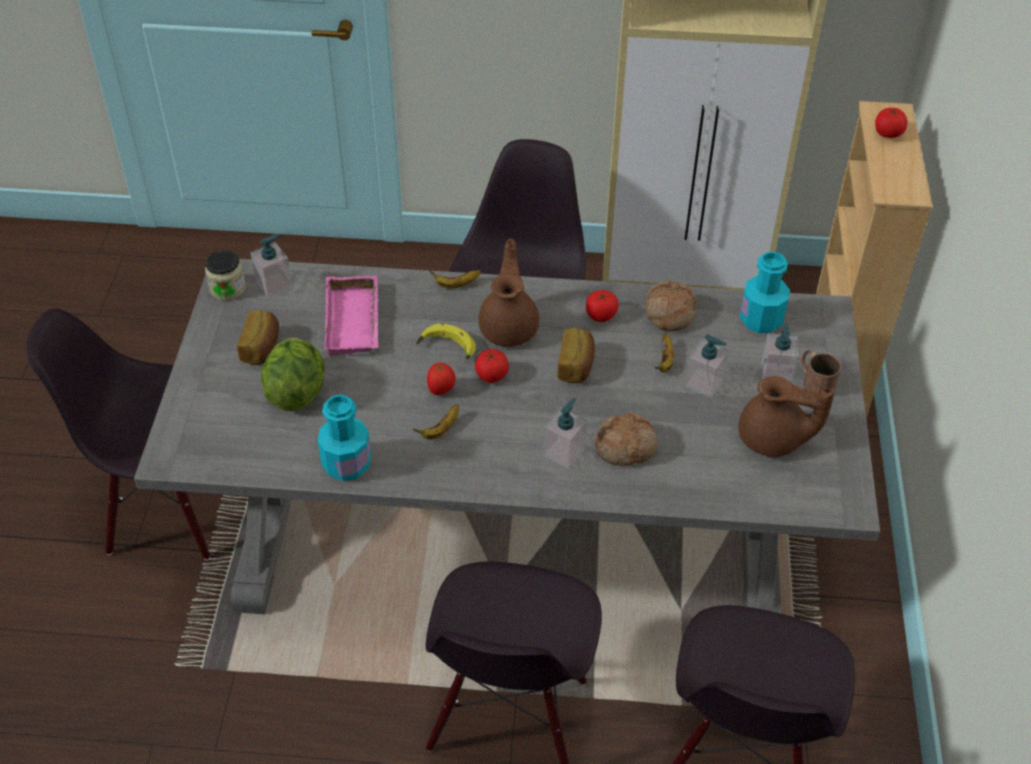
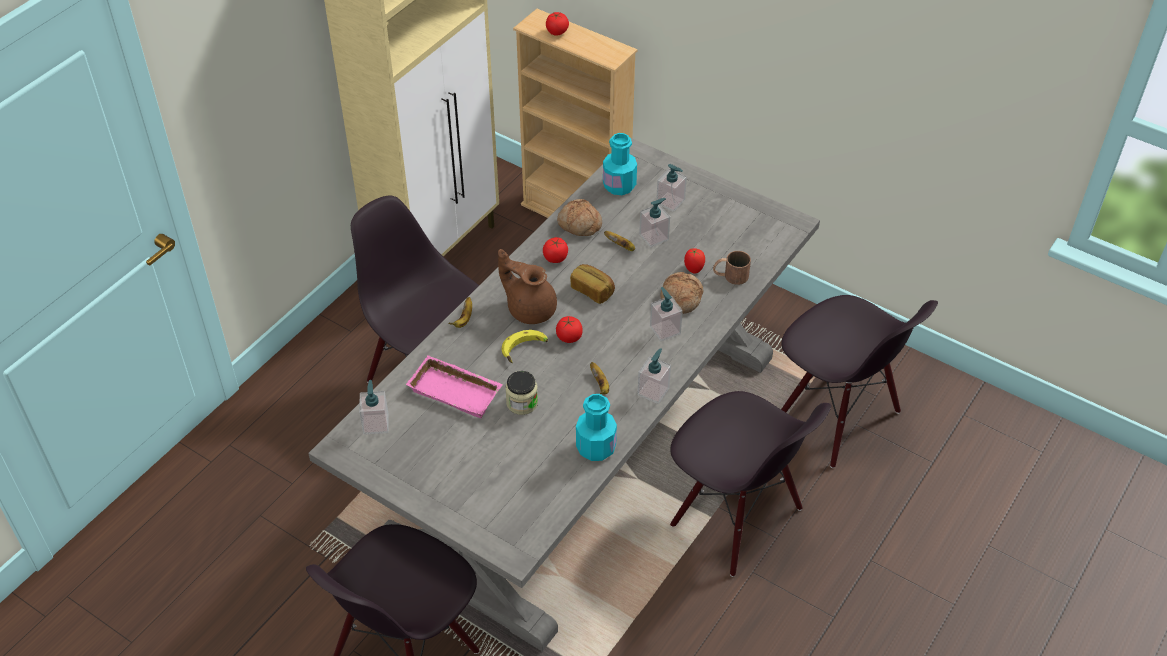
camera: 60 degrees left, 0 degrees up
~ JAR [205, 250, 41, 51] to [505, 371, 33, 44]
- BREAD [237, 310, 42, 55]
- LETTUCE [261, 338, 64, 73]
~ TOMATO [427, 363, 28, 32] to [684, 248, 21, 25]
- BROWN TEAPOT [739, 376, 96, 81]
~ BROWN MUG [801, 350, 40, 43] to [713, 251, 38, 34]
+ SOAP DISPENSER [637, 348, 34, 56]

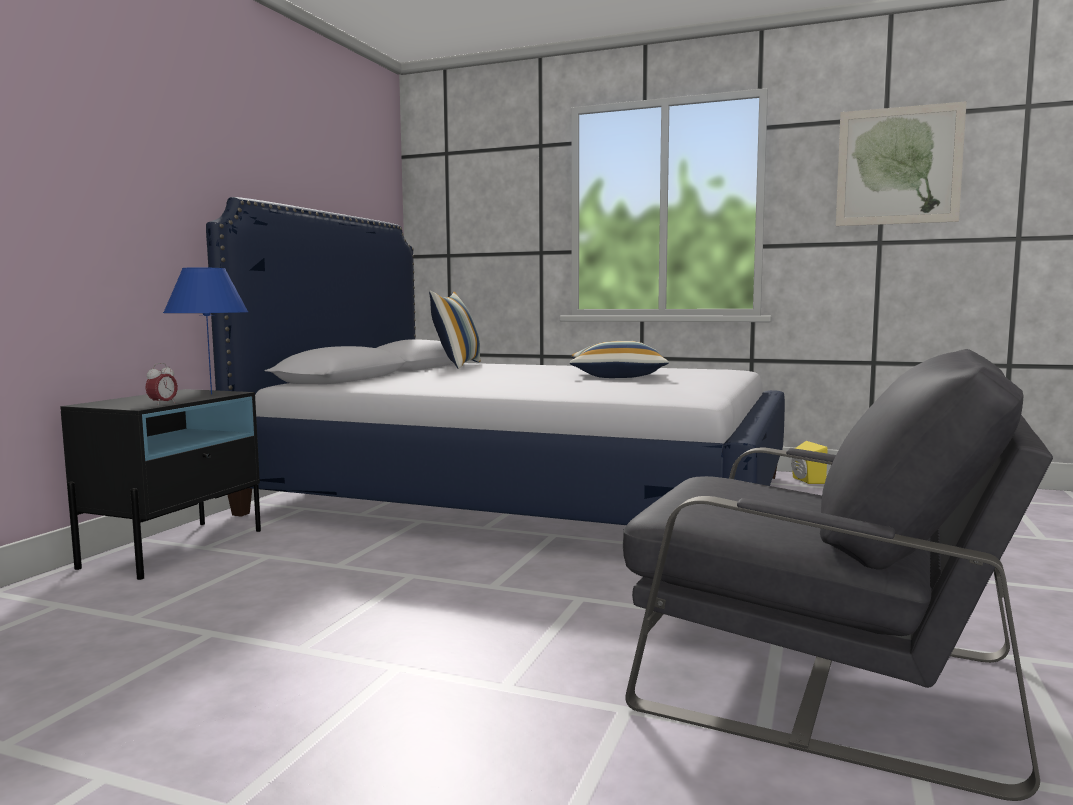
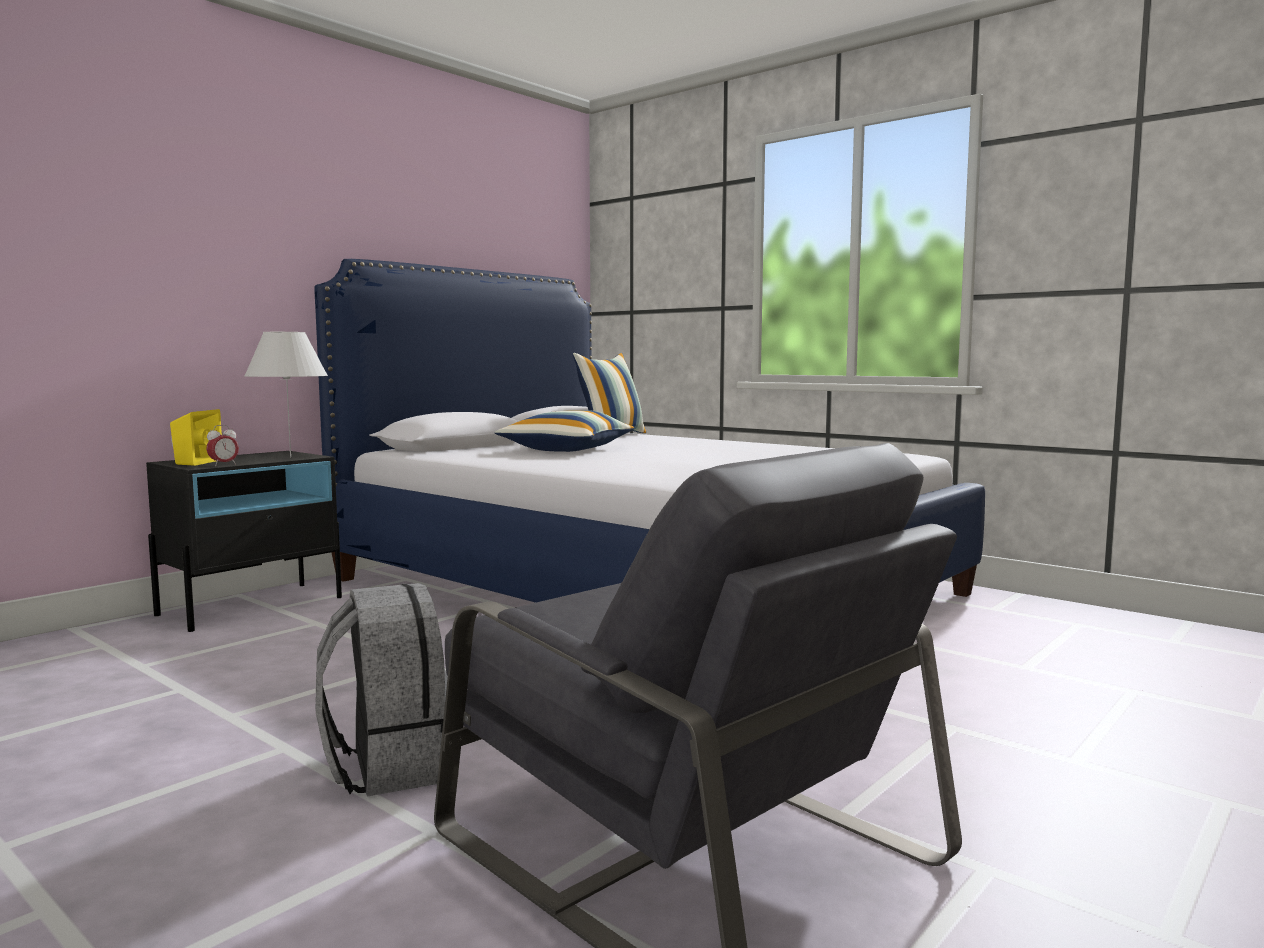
camera: 20 degrees right, 0 degrees up
~ BLUE TABLE LAMP [163, 267, 85, 128] to WHITE TABLE LAMP [244, 332, 84, 125]
~ PILLOW [570, 341, 99, 37] to [494, 410, 141, 42]
~ YELLOW SPEAKER [791, 441, 37, 43] to [170, 409, 52, 57]
- PICTURE [836, 101, 131, 125]
+ GREY BACKPACK [316, 583, 143, 213]

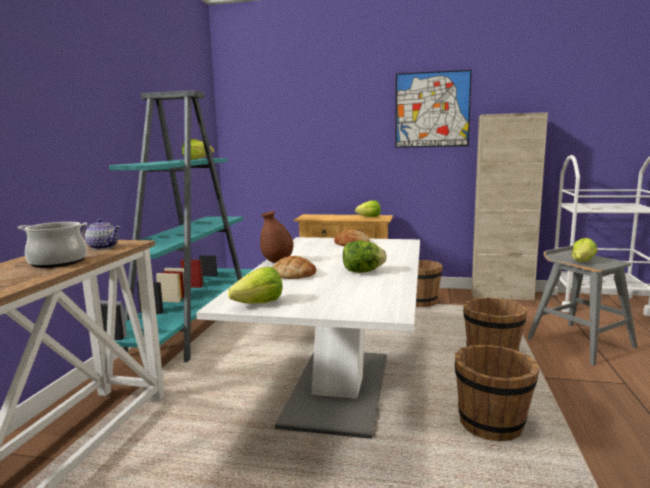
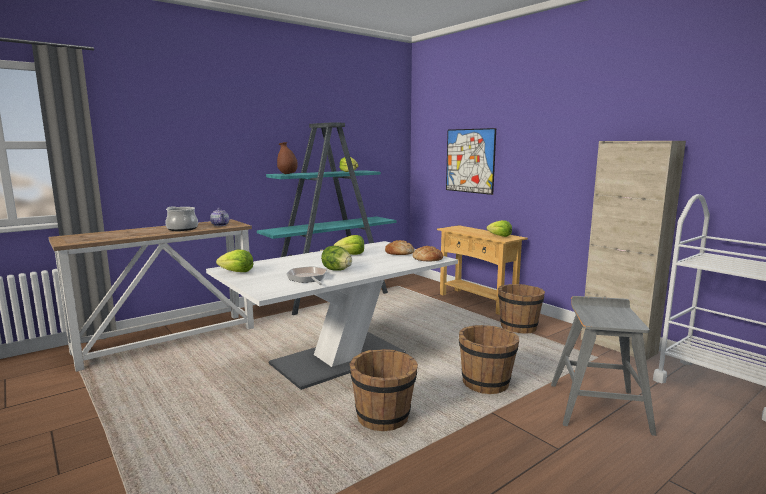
camera: 40 degrees right, 0 degrees up
~ BROWN VASE [260, 211, 33, 52] to [277, 142, 21, 32]
~ BREAD [273, 256, 43, 23] to [413, 246, 30, 15]
~ PICTURE [395, 70, 77, 78] to [446, 128, 50, 67]
~ LETTUCE [572, 238, 25, 24] to [334, 235, 30, 20]
+ FRYING PAN [286, 266, 41, 19]

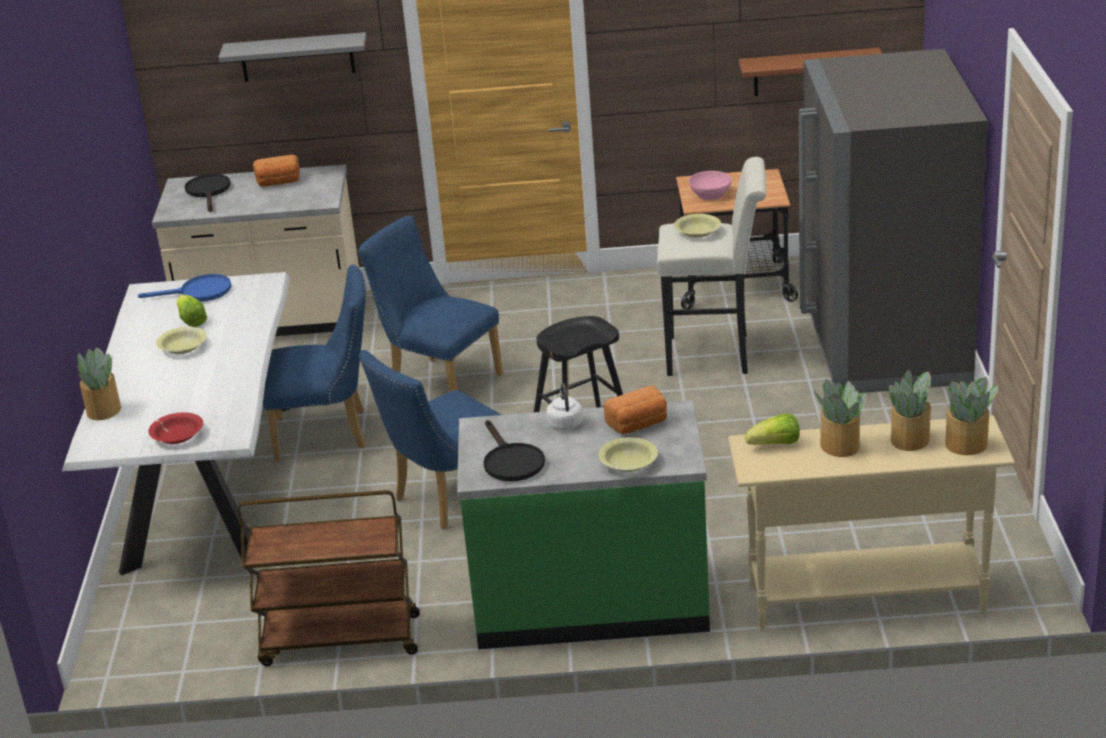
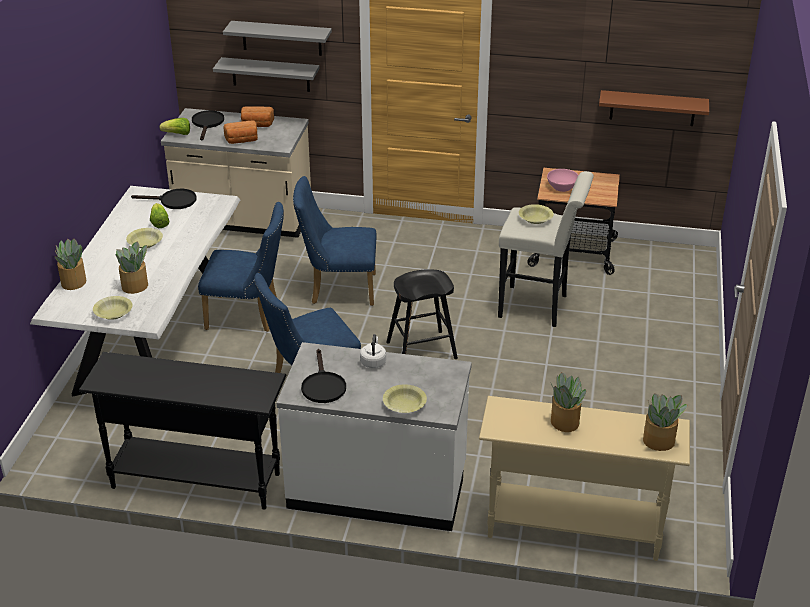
camera: 10 degrees right, 5 degrees up
~ BLUE FRYING PAN [138, 274, 93, 28] to BLACK FRYING PAN [131, 189, 66, 20]
~ RED BOWL [148, 412, 55, 32] to YELLOW BOWL [93, 296, 39, 24]
~ BROWN CART [238, 490, 182, 176] to BLACK CONSOLE TABLE [79, 352, 208, 158]
~ BLUE CHAIR [358, 215, 145, 177] = [293, 176, 84, 130] 45 degrees counterclockwise
~ GREEN COUNTER [457, 400, 253, 249] to WHITE COUNTER [276, 342, 196, 189]
~ BREAD [604, 386, 63, 48] to [223, 120, 35, 24]
~ LETTUCE [745, 413, 55, 32] to [159, 118, 31, 17]
- GREY FRIDGE [799, 49, 188, 344]
~ POTTED PLANT [889, 369, 42, 82] to [115, 242, 33, 52]
+ GREY SHELF [213, 57, 107, 35]

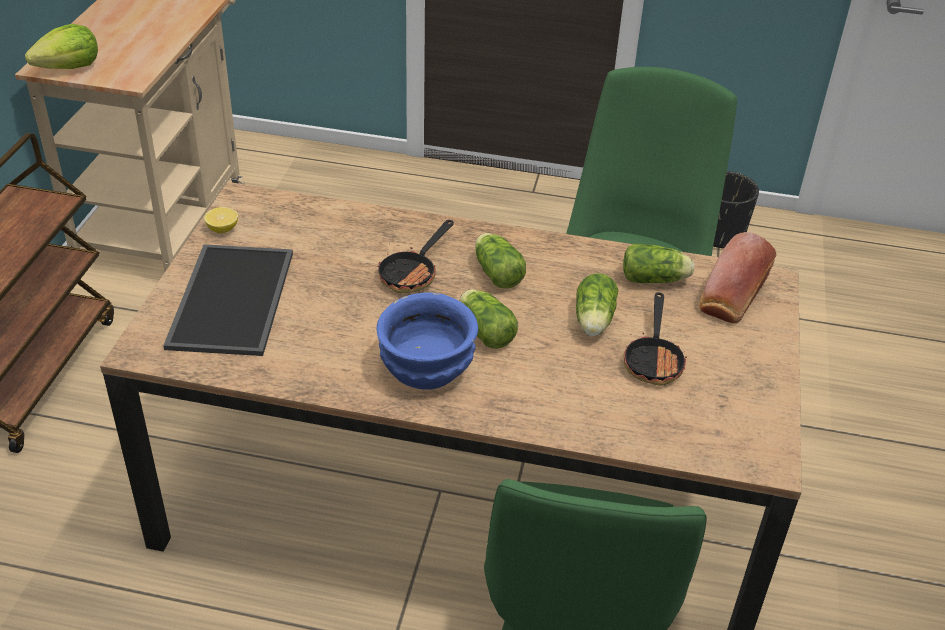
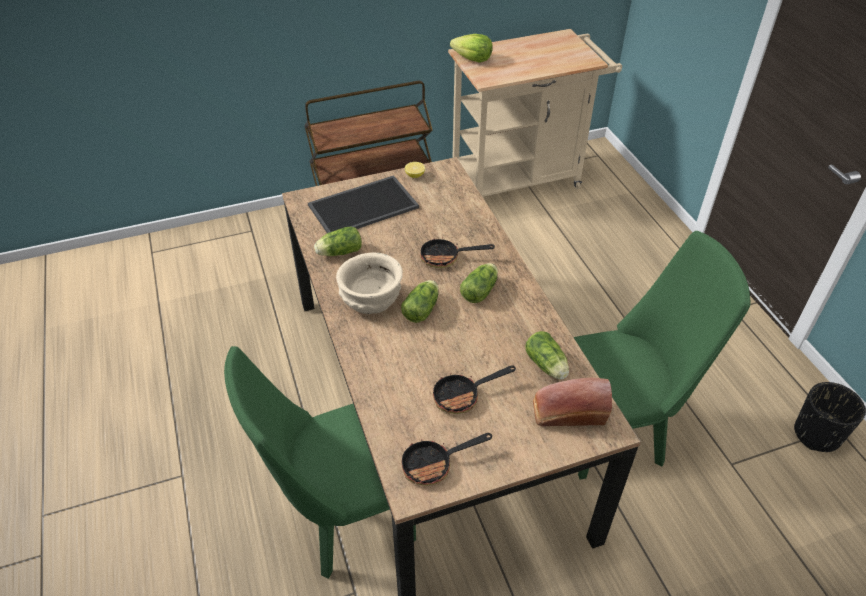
camera: 60 degrees right, 5 degrees up
~ BLUE BOWL [376, 293, 102, 97] to BEIGE BOWL [336, 253, 67, 61]
~ LETTUCE [576, 273, 42, 63] to [314, 227, 48, 29]
+ FRYING PAN [402, 433, 90, 53]

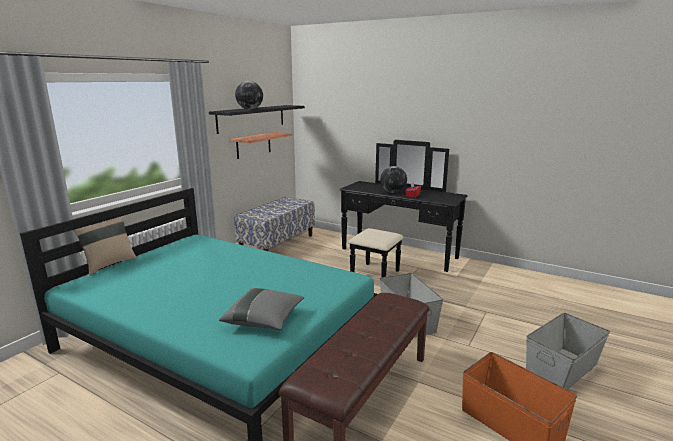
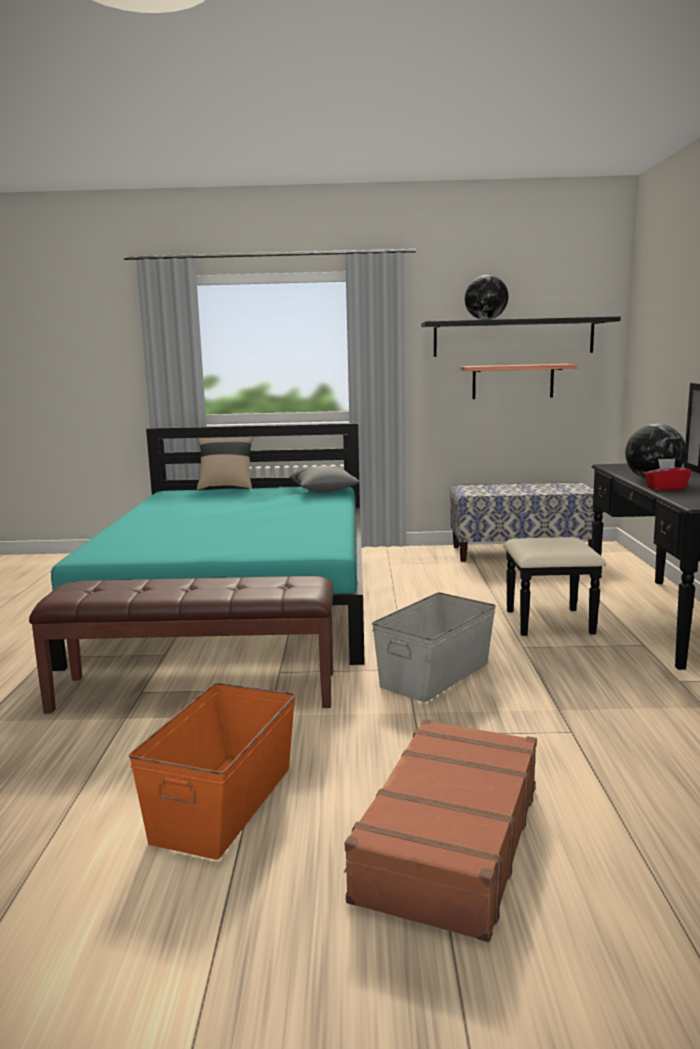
camera: 60 degrees right, 5 degrees down
~ GREY PILLOW [219, 288, 85, 42] to [290, 466, 70, 26]
~ GREY STORAGE BOX [526, 313, 84, 76] to BROWN SUITCASE [344, 719, 193, 223]

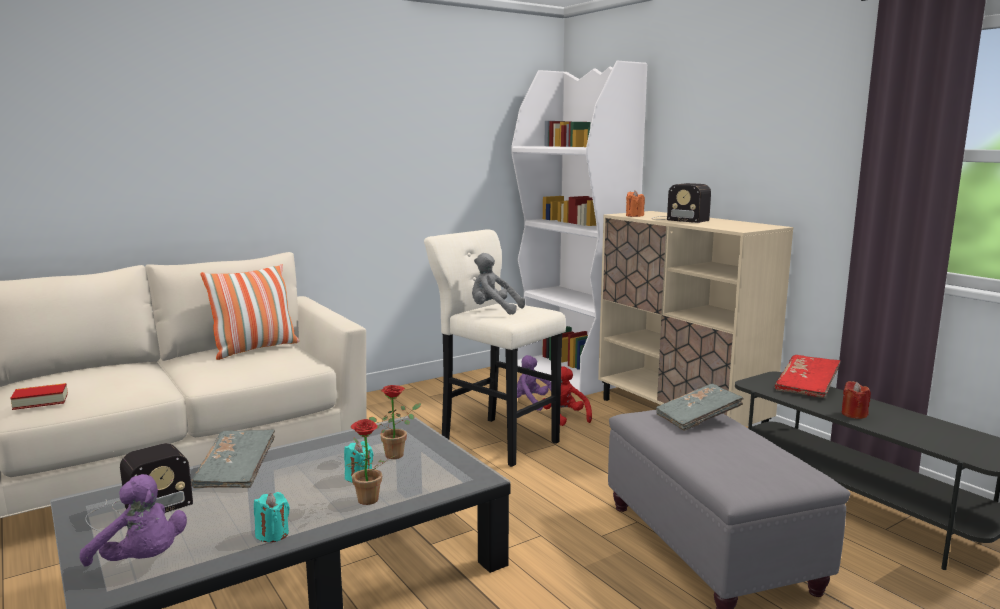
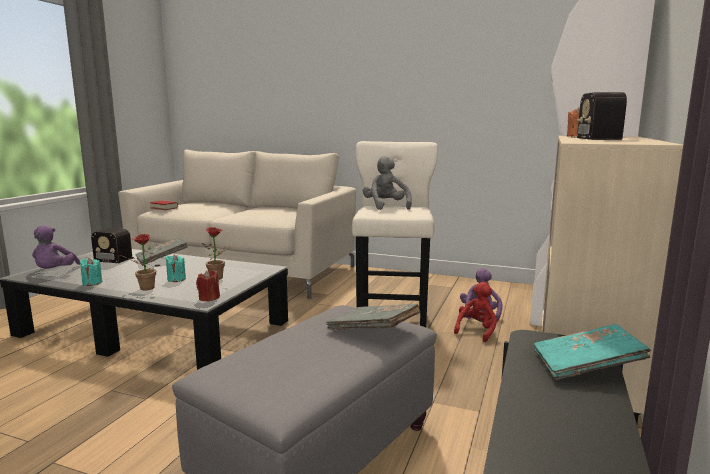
camera: 55 degrees right, 0 degrees up
- PILLOW [200, 264, 99, 96]
~ RED BOOK [774, 355, 67, 43] to TURQUOISE BOOK [534, 324, 117, 56]
~ RED CANDLE [842, 381, 29, 38] to [196, 270, 24, 31]

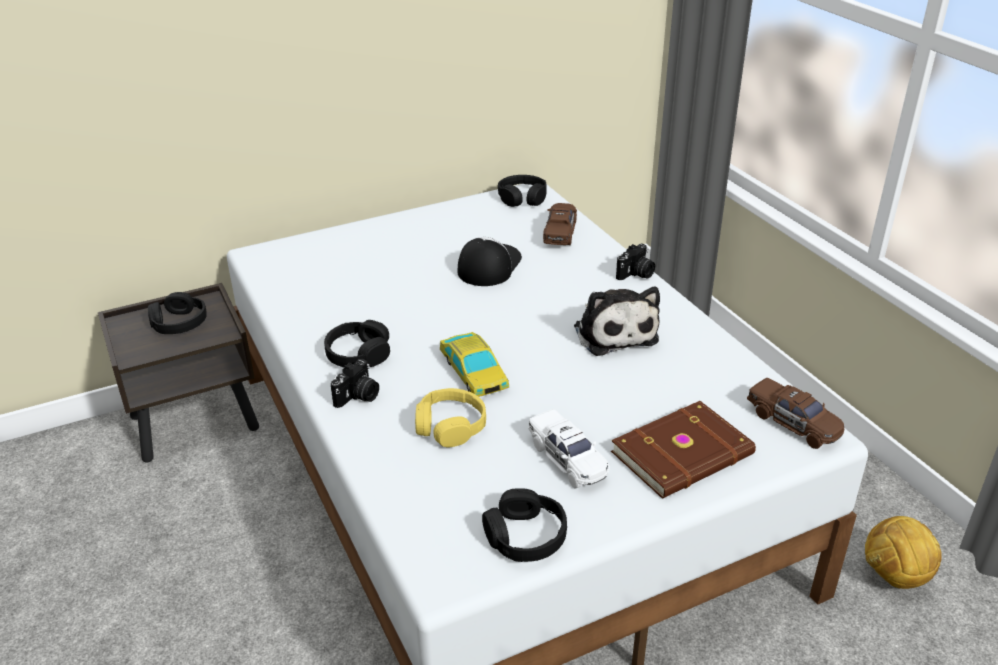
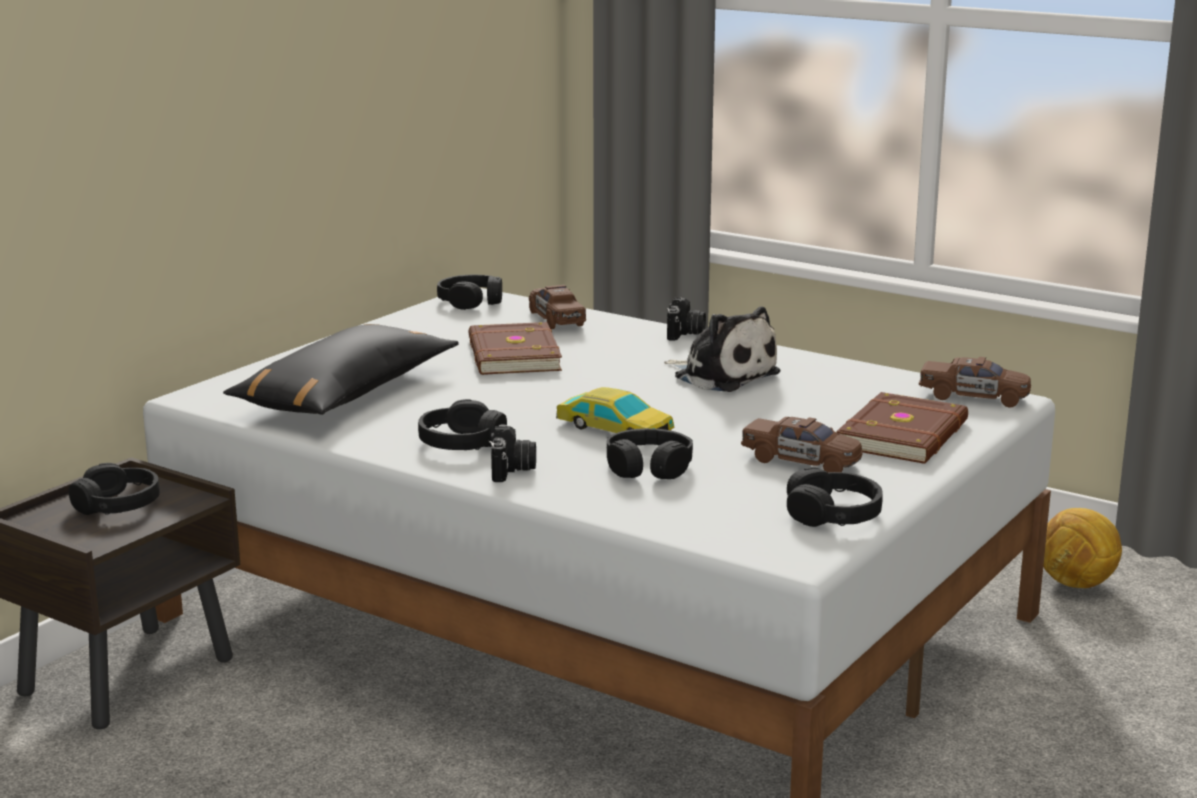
camera: 30 degrees left, 15 degrees down
~ YELLOW HEADPHONES [415, 388, 71, 59] to BLACK HEADPHONES [607, 428, 86, 51]
~ CAP [458, 237, 64, 49] to BROWN BOOK [469, 322, 93, 53]
~ WHITE TOY CAR [528, 409, 81, 80] to BROWN TOY CAR [741, 417, 122, 55]
+ BLACK PILLOW [223, 324, 236, 91]

